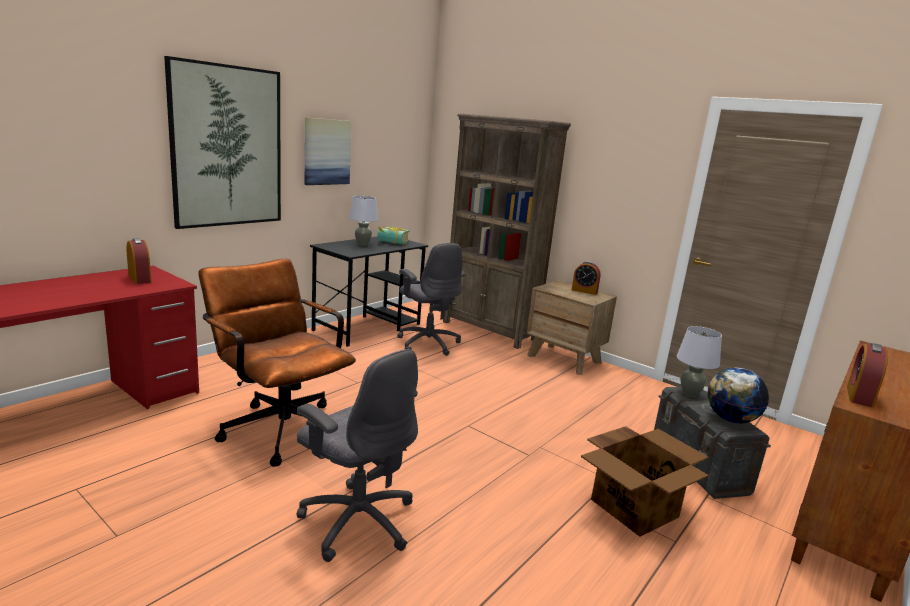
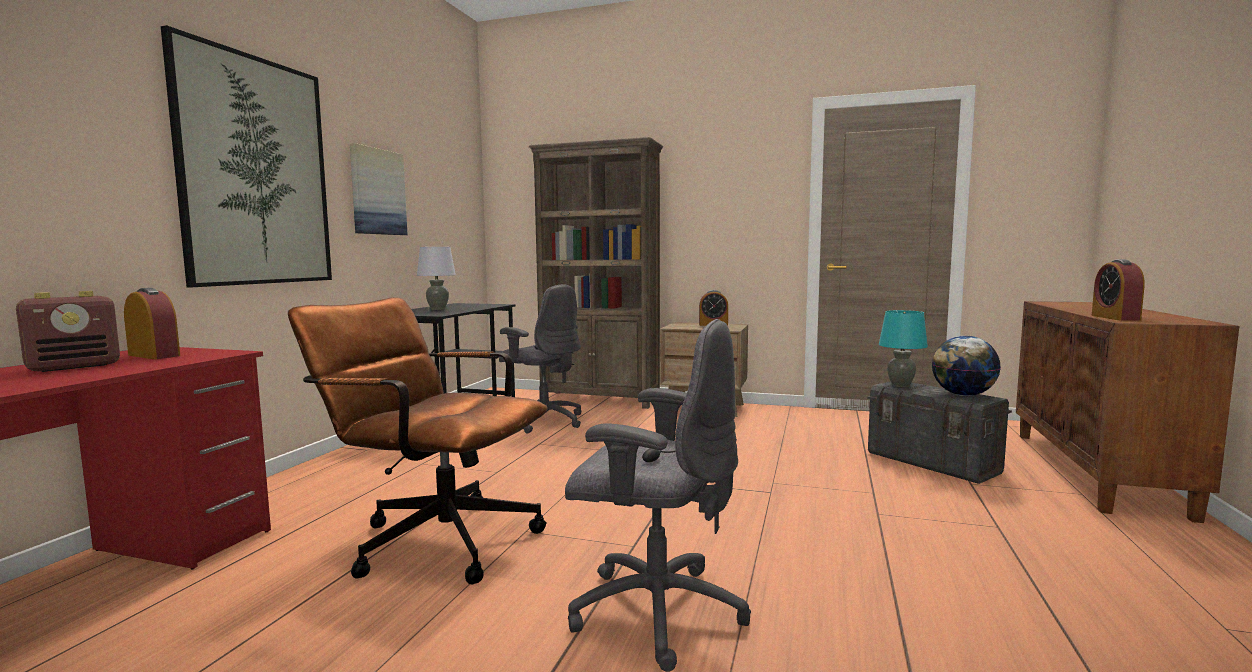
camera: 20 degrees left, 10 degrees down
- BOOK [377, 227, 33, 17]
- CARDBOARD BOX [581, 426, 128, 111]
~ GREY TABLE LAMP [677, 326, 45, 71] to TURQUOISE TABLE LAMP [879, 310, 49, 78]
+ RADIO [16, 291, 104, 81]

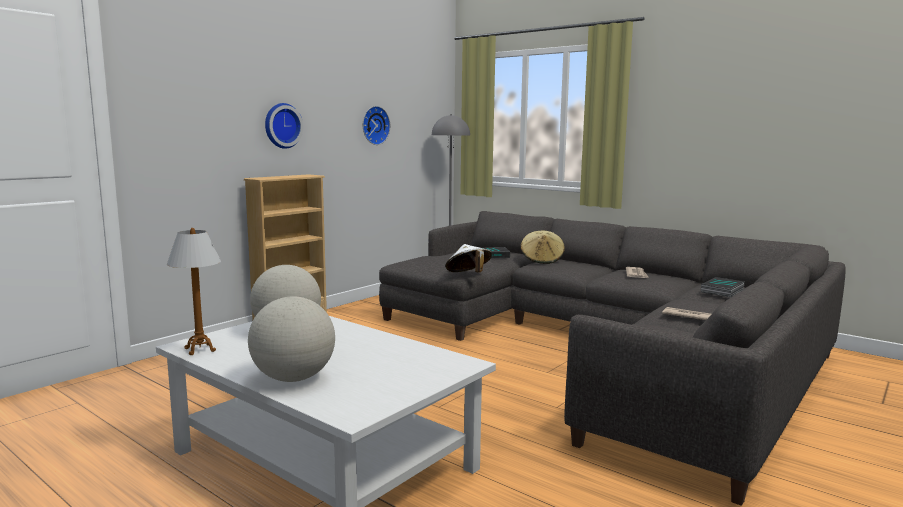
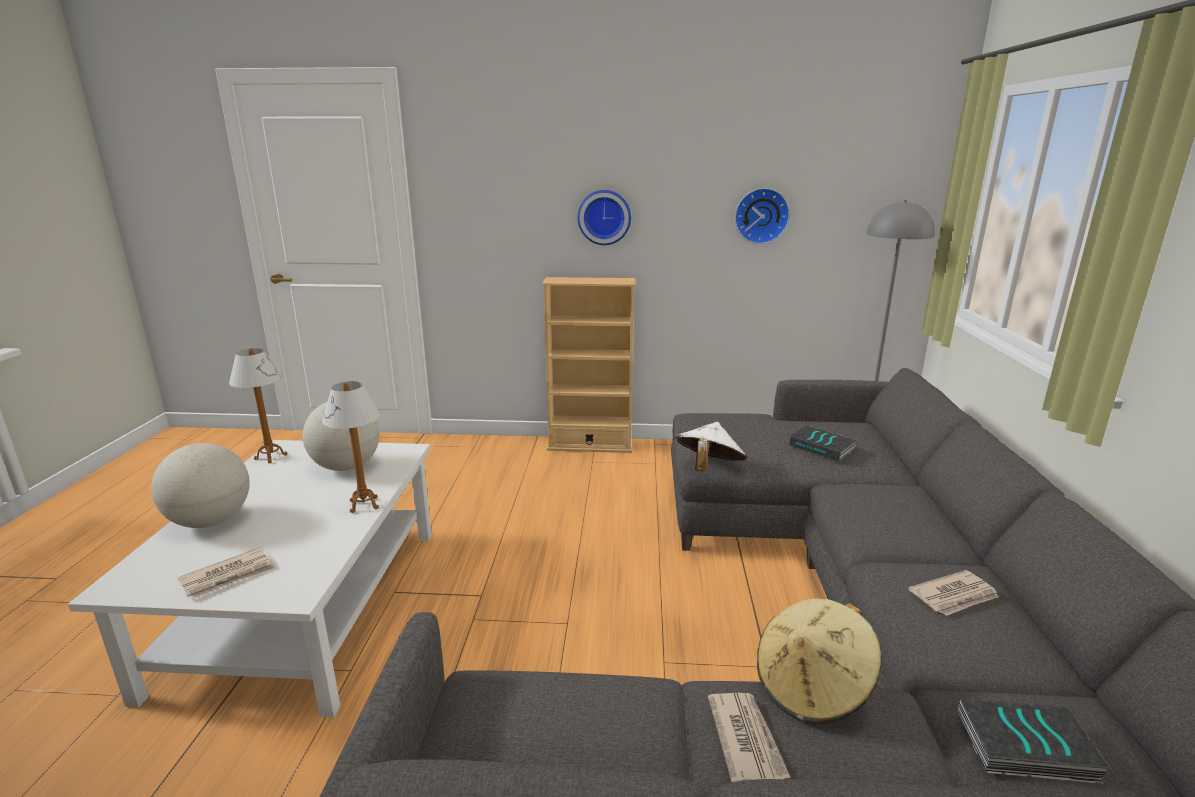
camera: 55 degrees right, 10 degrees up
~ BEIGE HAT [520, 231, 45, 33] to [757, 599, 125, 125]
+ NEWSPAPER [178, 548, 97, 51]
+ TABLE LAMP [322, 381, 58, 132]

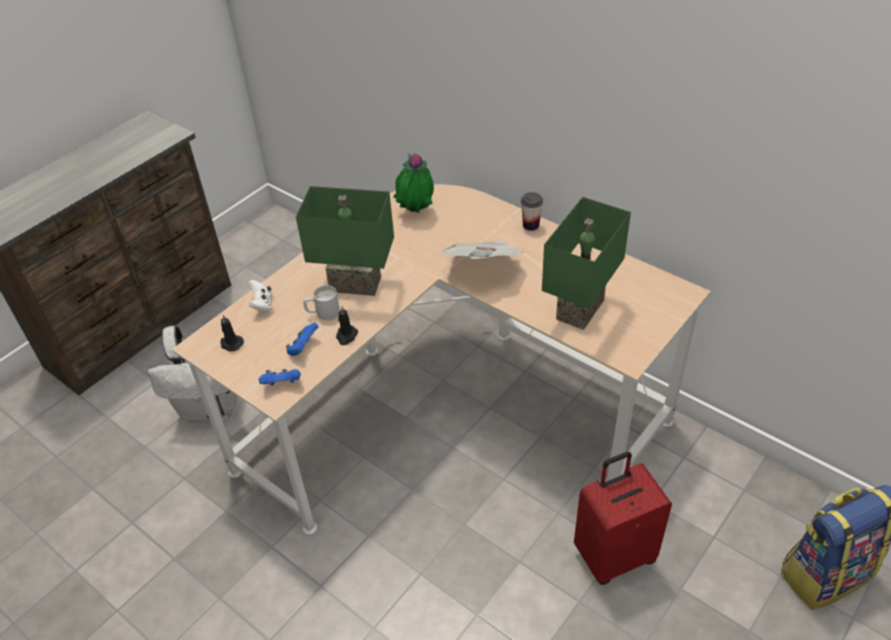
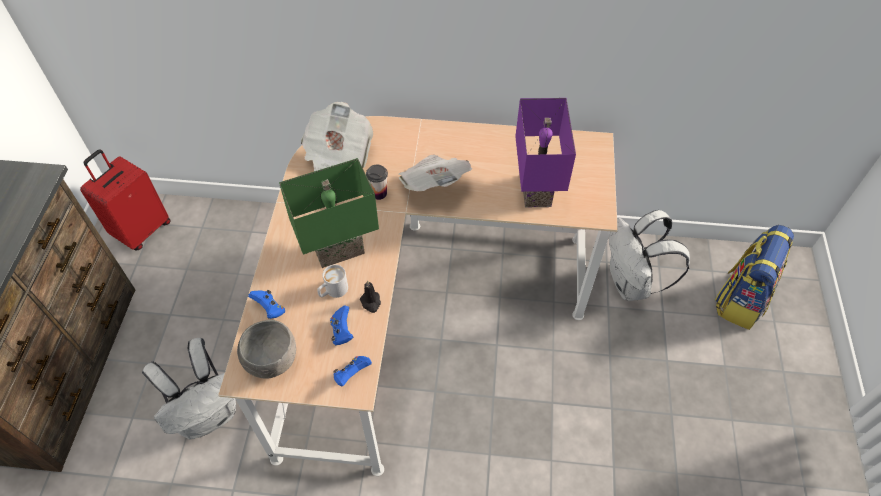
camera: 35 degrees left, 10 degrees up
~ BLACK CANDLE [220, 315, 24, 37] to GREY BOWL [237, 320, 59, 58]
~ WHITE GAME CONTROLLER [248, 280, 25, 32] to BLUE GAME CONTROLLER [248, 290, 37, 29]
~ POTTED PLANT [393, 153, 41, 60] to NEWSPAPER [301, 102, 72, 69]
~ CUP [521, 192, 22, 39] to [366, 165, 22, 35]
~ GREEN TABLE LAMP [542, 197, 89, 133] to PURPLE TABLE LAMP [515, 98, 61, 109]
~ RED SUITCASE [574, 451, 98, 134] to [80, 149, 91, 102]
+ WHITE BACKPACK [609, 210, 81, 91]

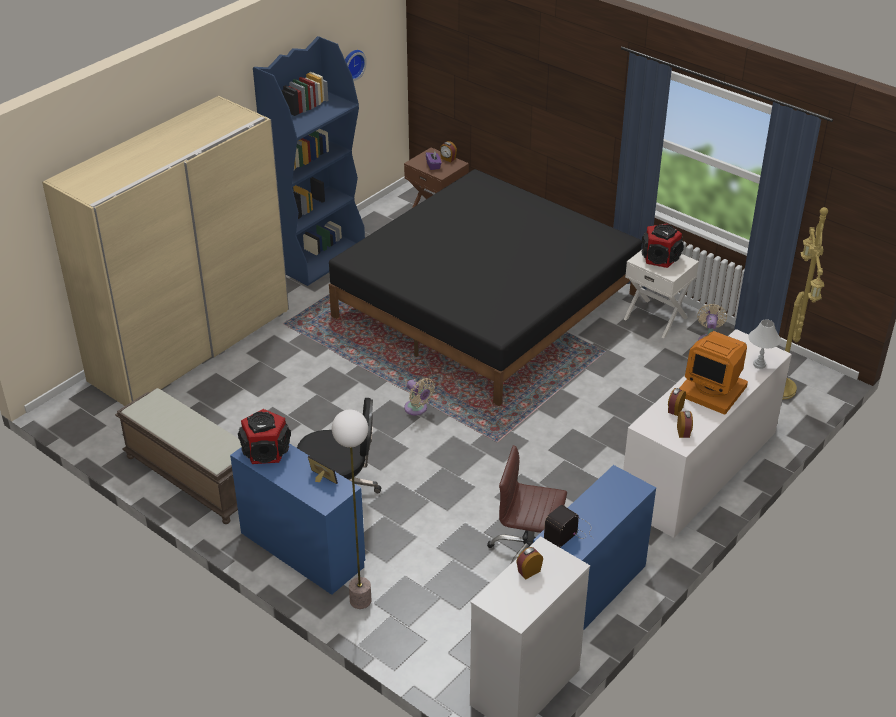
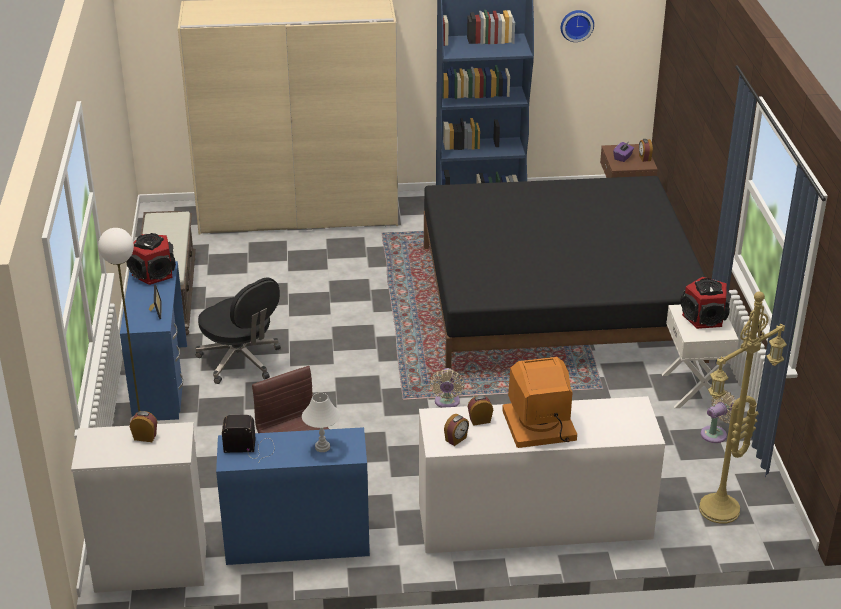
camera: 45 degrees right, 5 degrees down
~ BEIGE FAN [404, 378, 31, 37] to [430, 368, 34, 40]
~ MONITOR [679, 331, 69, 83] = [502, 357, 75, 91] 90 degrees clockwise
~ WHITE TABLE LAMP [748, 319, 33, 50] to [302, 393, 38, 59]

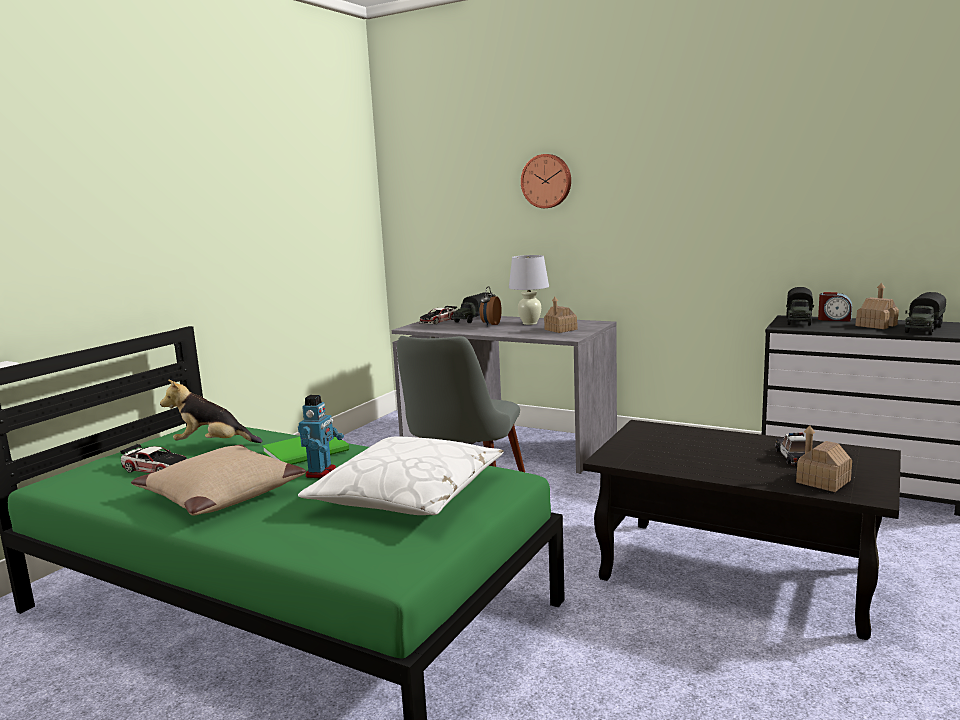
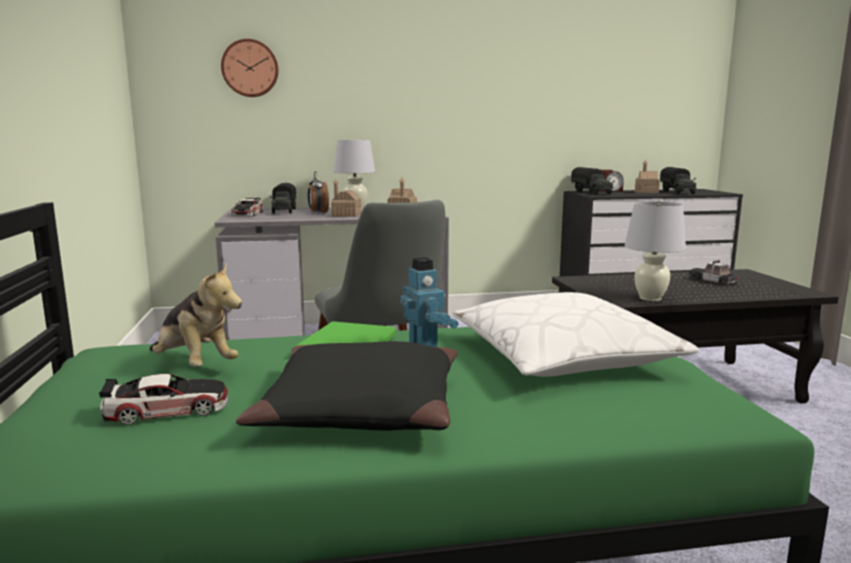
camera: 40 degrees left, 0 degrees up
~ BEIGE PILLOW [131, 445, 175, 71] to BLACK PILLOW [236, 341, 221, 90]
~ PLUSH TOY [160, 379, 102, 64] = [150, 262, 92, 105] 105 degrees counterclockwise
~ WALL CLOCK [521, 154, 50, 54] to [221, 39, 57, 58]
~ TOY HOUSE [796, 426, 56, 66] to [331, 179, 30, 38]
+ WHITE TABLE LAMP [624, 201, 62, 100]

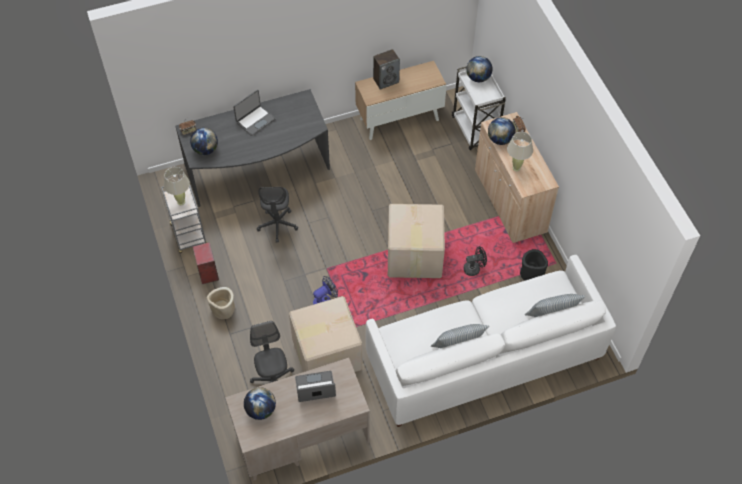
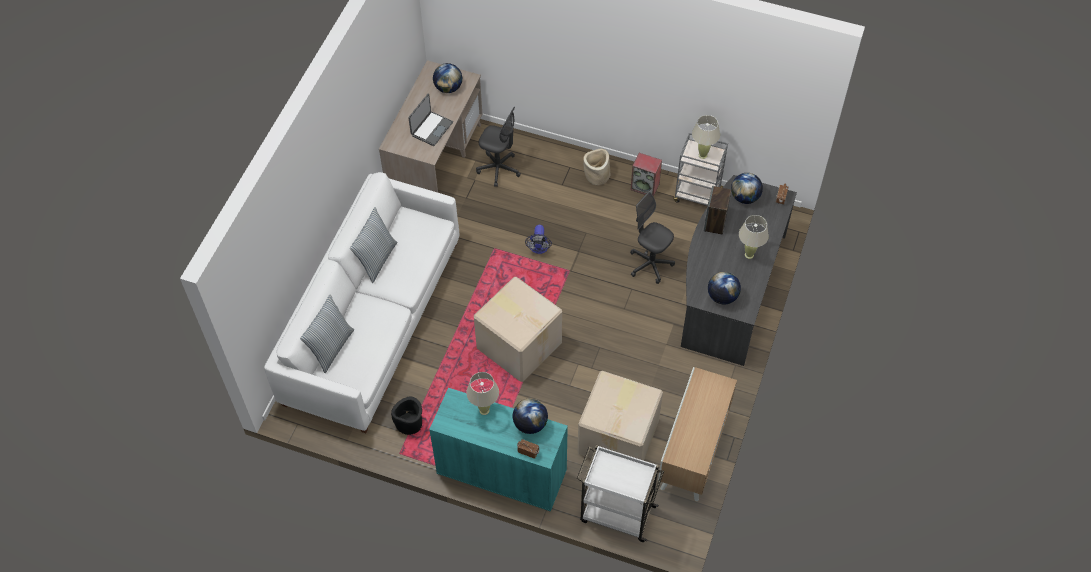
camera: 130 degrees right, 0 degrees up
~ LAPTOP [233, 90, 43, 46] to BEIGE TABLE LAMP [739, 215, 30, 44]
~ CARDBOARD BOX [289, 296, 73, 76] to [577, 371, 86, 90]
~ SPEAKER [373, 49, 27, 41] to [704, 186, 27, 49]
- BLACK FAN [464, 246, 23, 30]
~ GLOBE [466, 56, 27, 26] to [708, 272, 33, 33]
~ BEIGE CABINET [475, 112, 84, 131] to TURQUOISE CABINET [429, 388, 139, 123]

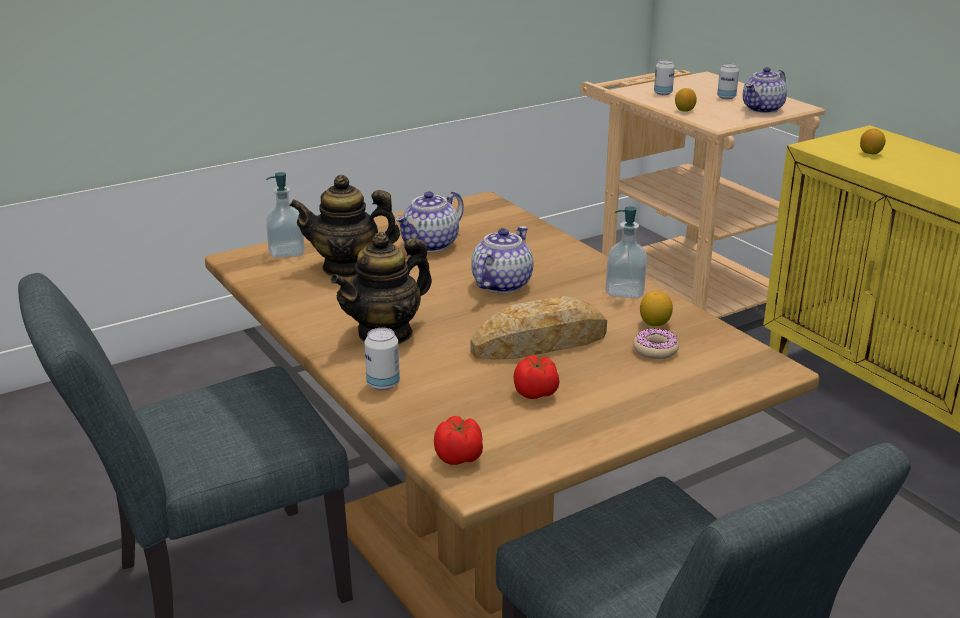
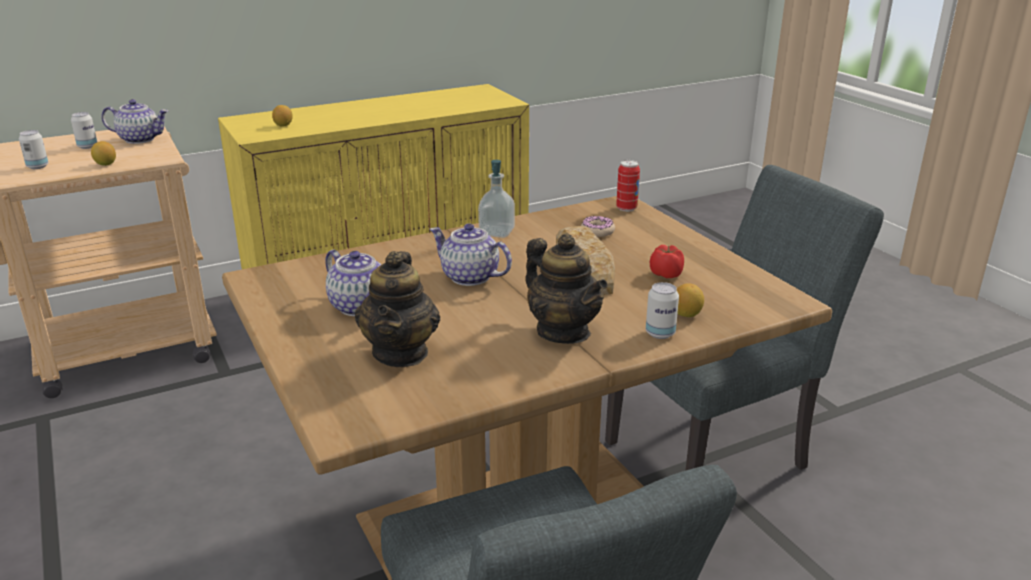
camera: 85 degrees left, 0 degrees up
- SOAP DISPENSER [266, 172, 39, 86]
- TOMATO [434, 416, 49, 49]
~ LEMON [640, 291, 33, 35] to [677, 283, 27, 34]
~ TEAPOT [743, 67, 44, 46] = [101, 99, 67, 45] 45 degrees counterclockwise
+ CAN [616, 160, 24, 52]

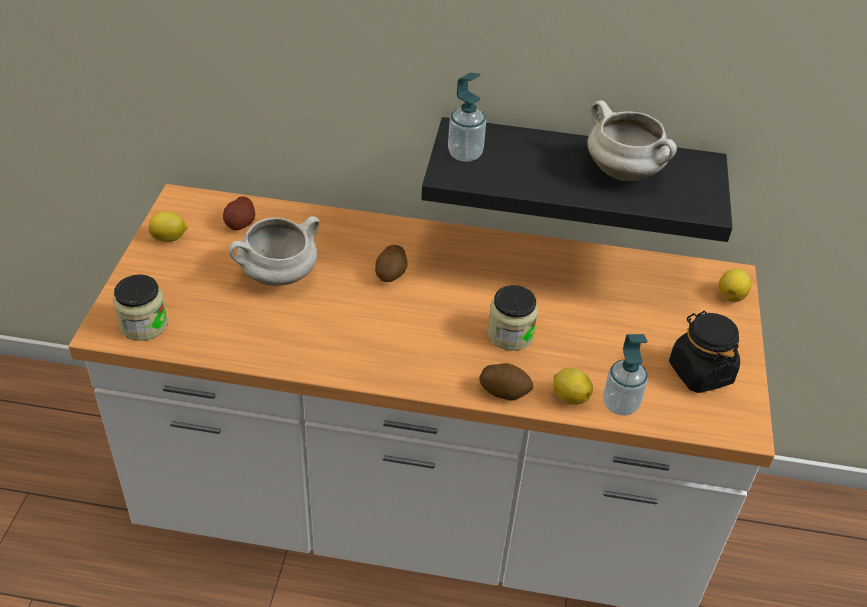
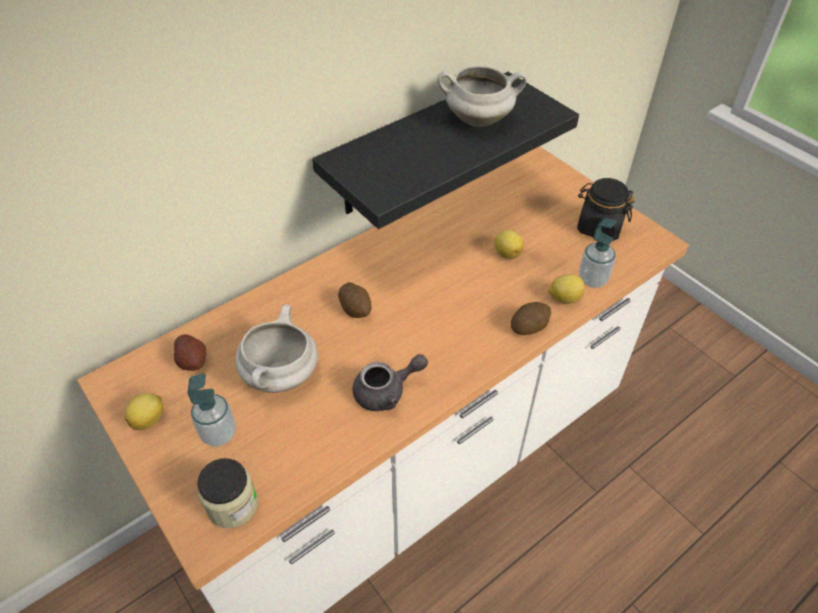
camera: 45 degrees left, 5 degrees up
~ SOAP DISPENSER [448, 73, 38, 89] to [188, 373, 48, 74]
- JAR [488, 285, 50, 66]
~ LEMON [718, 269, 33, 33] to [494, 230, 30, 29]
+ GREY TEAPOT [353, 354, 75, 57]

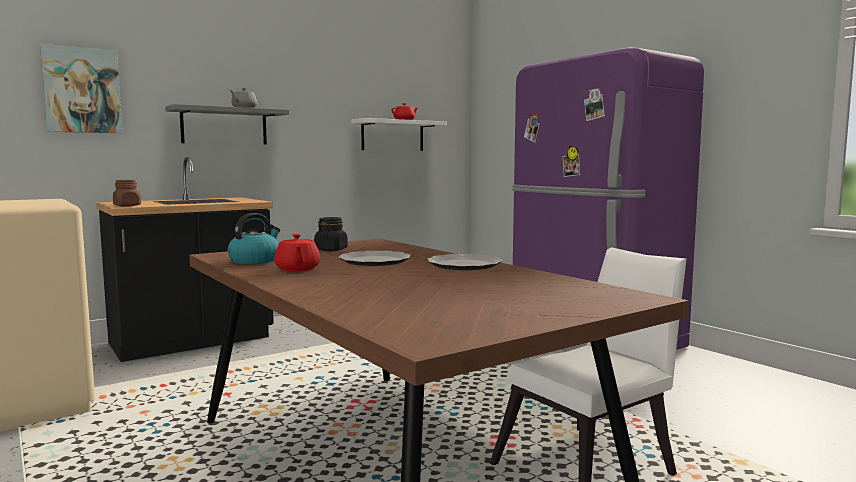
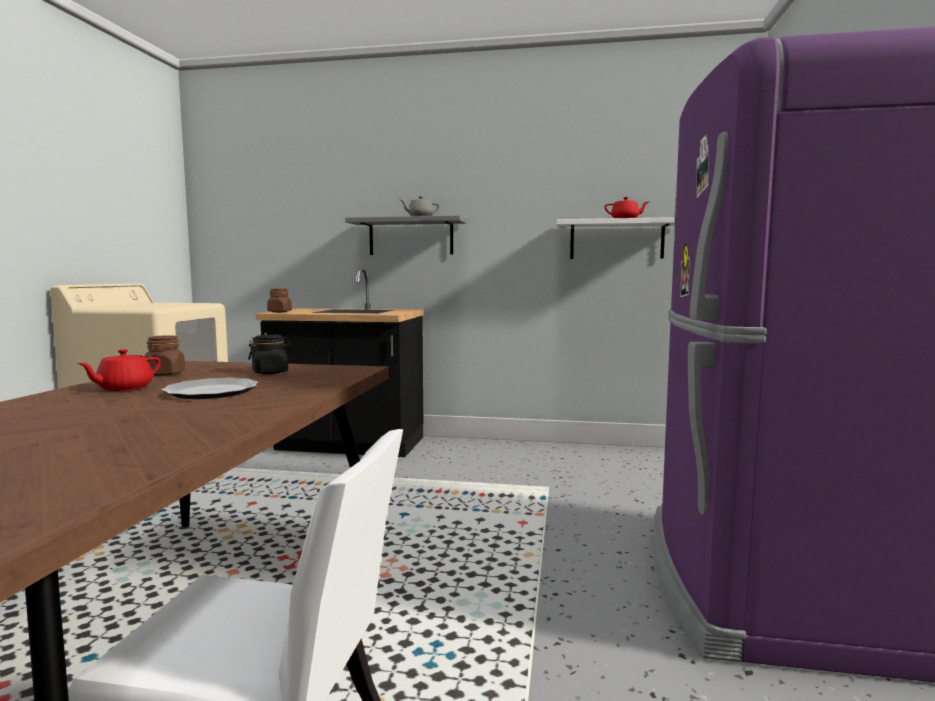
camera: 45 degrees right, 0 degrees up
- PICTURE [40, 44, 82, 89]
~ KETTLE [228, 213, 52, 51] to BROWN JAR [144, 335, 41, 41]
- PLATE [427, 254, 75, 16]

